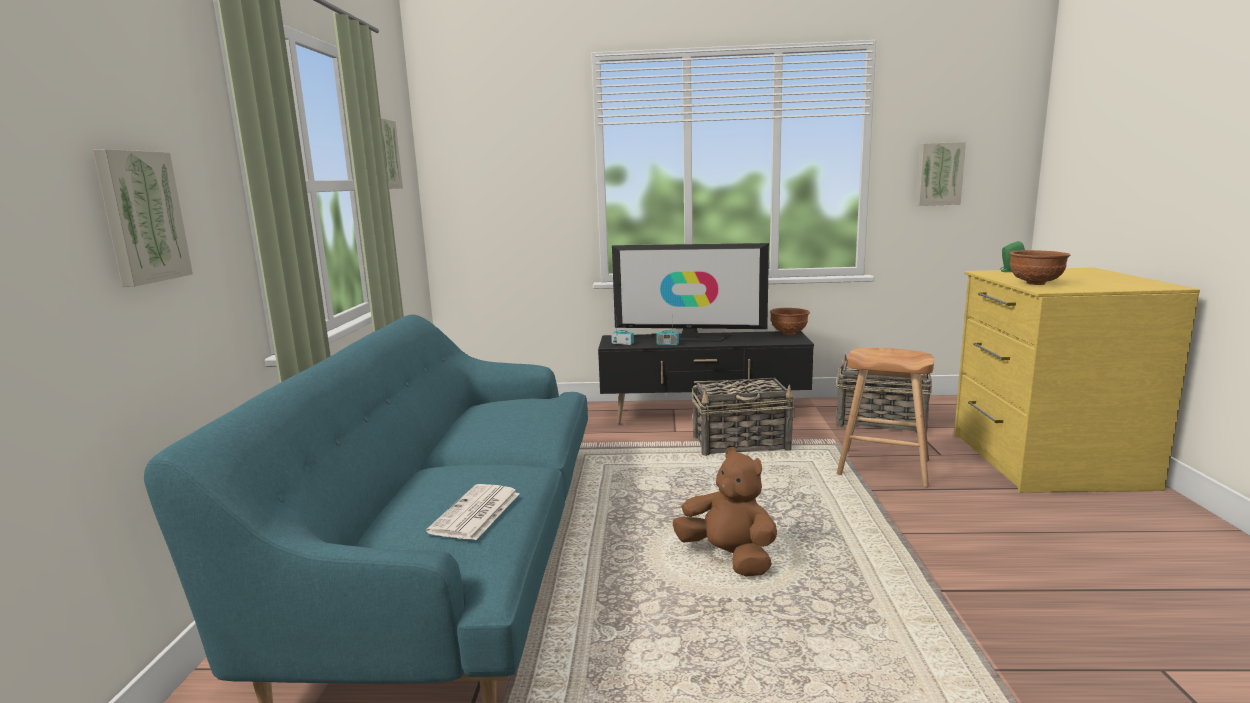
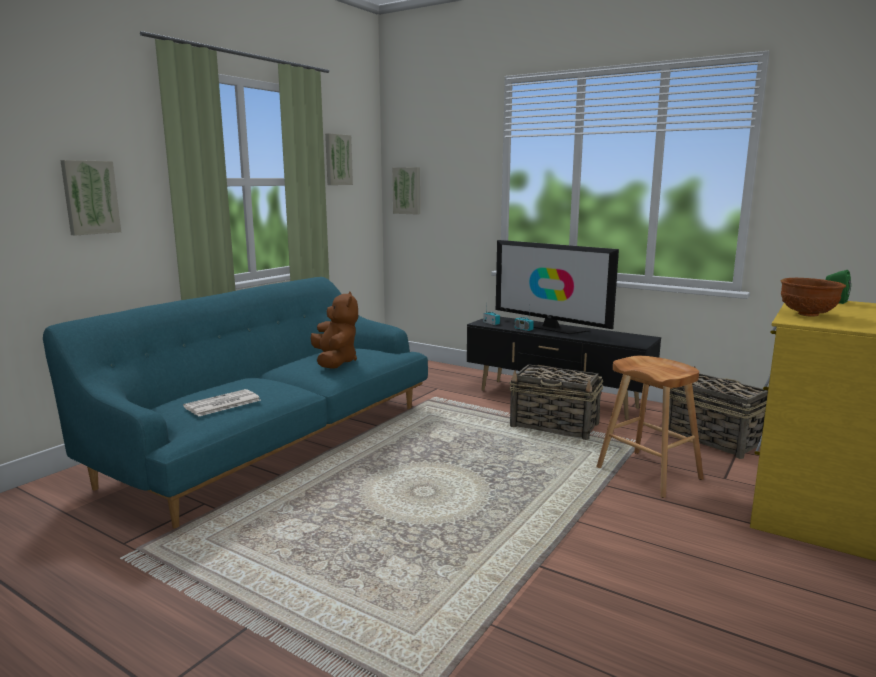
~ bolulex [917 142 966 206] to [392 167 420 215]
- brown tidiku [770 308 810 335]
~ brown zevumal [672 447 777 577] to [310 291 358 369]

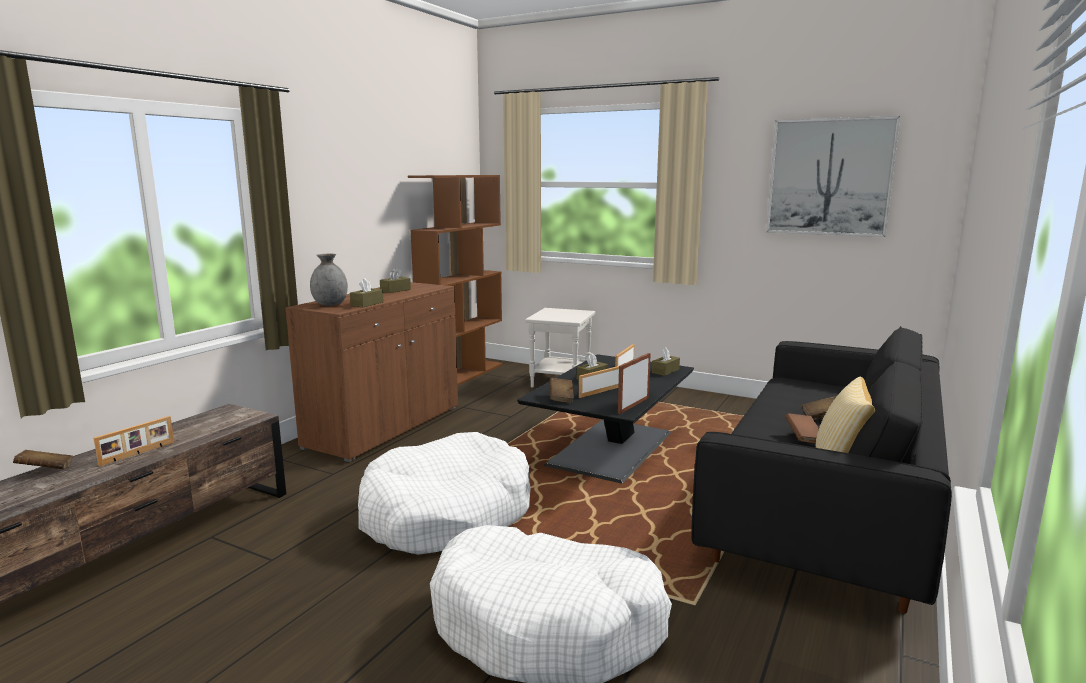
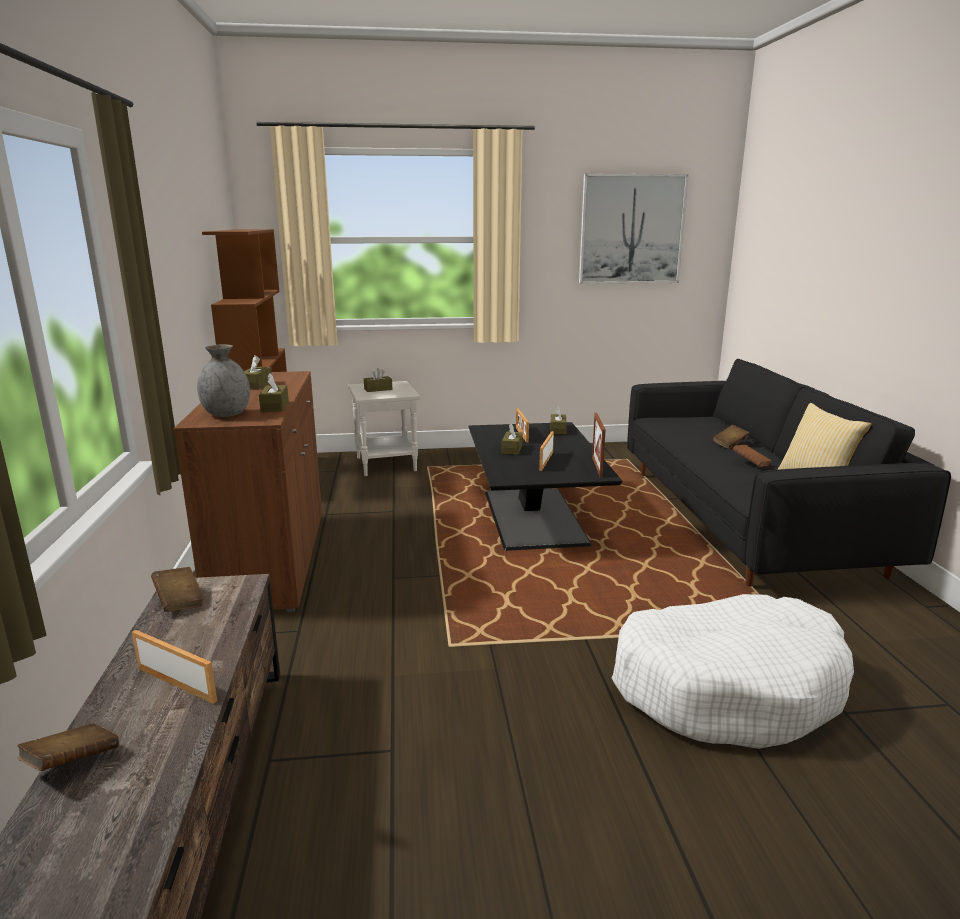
~ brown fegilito [550 378 574 403] to [151 567 204 612]
~ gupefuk [94 416 174 466] = [132 630 217 704] 60 degrees counterclockwise
- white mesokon [358 432 531 555]
+ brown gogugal [364 368 393 392]

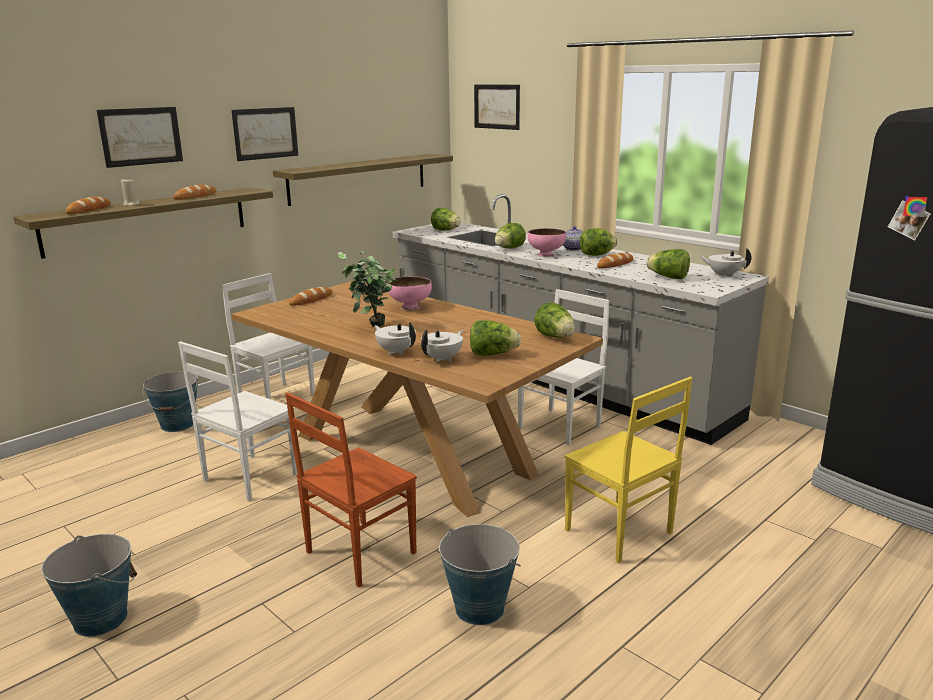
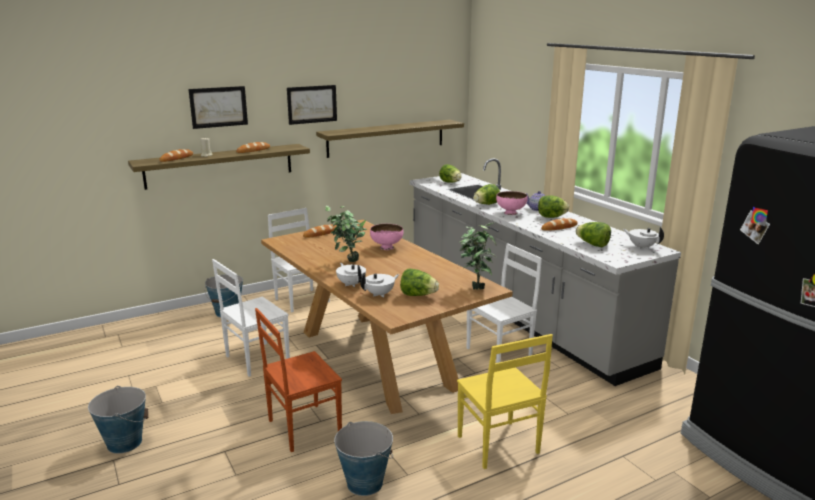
- bolulex [474 85 520 130]
~ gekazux [534 302 575 338] to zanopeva [459 222 497 290]

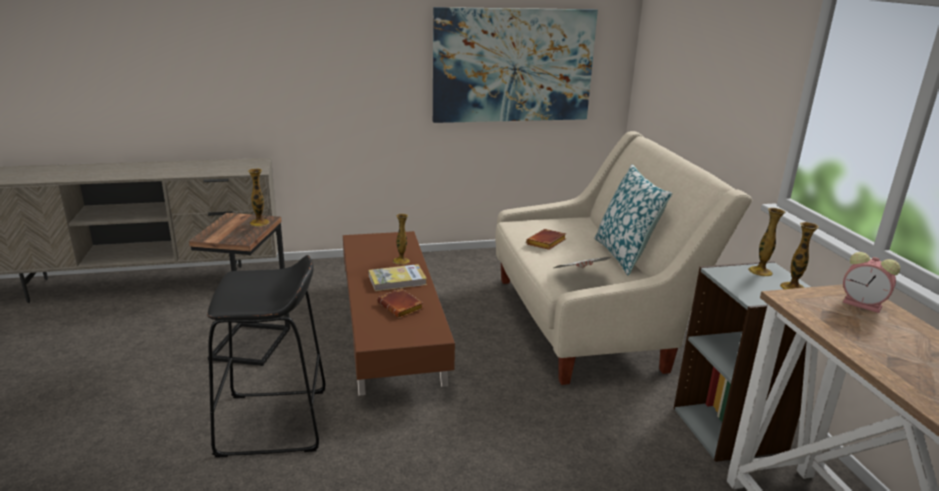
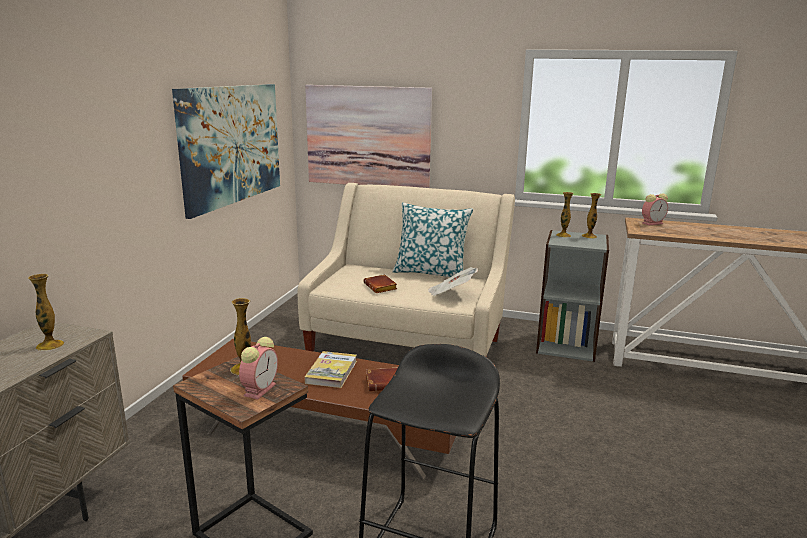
~ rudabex [393 214 410 265] to [28 274 64 351]
+ bolulex [305 85 432 188]
+ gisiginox [239 337 278 399]

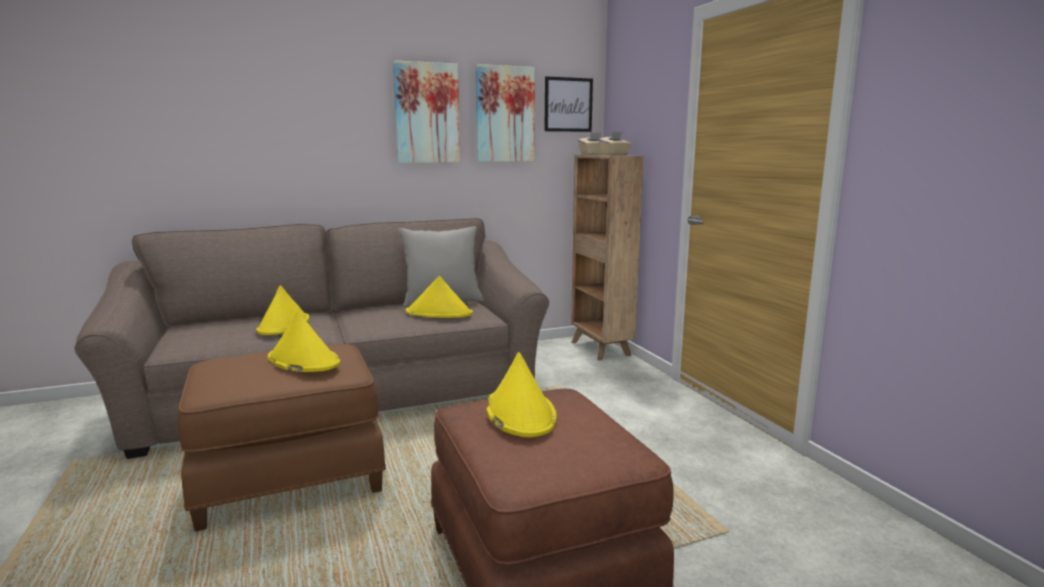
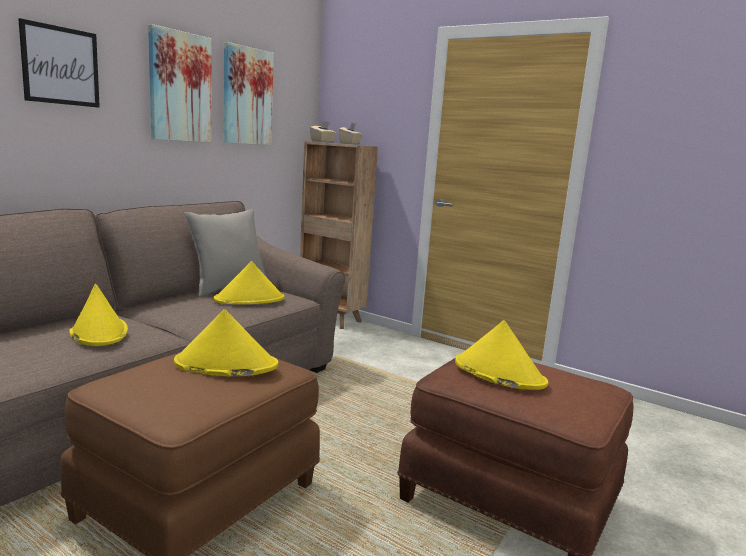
~ bolulex [544 76 593 132] to [18 18 100 108]

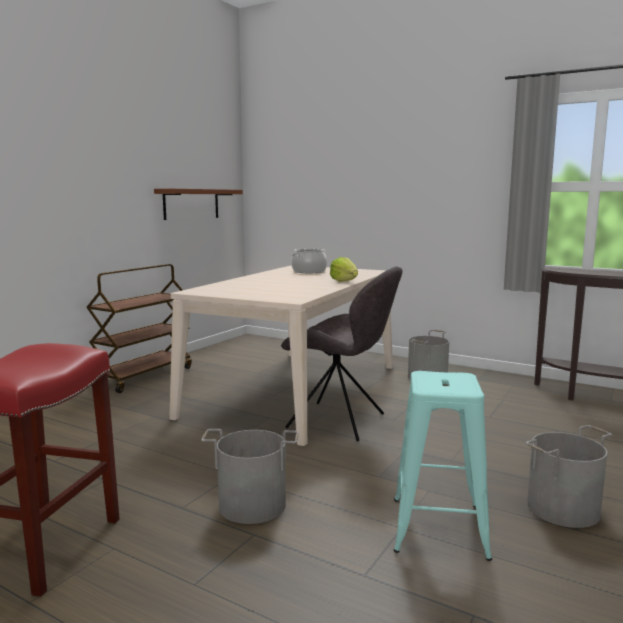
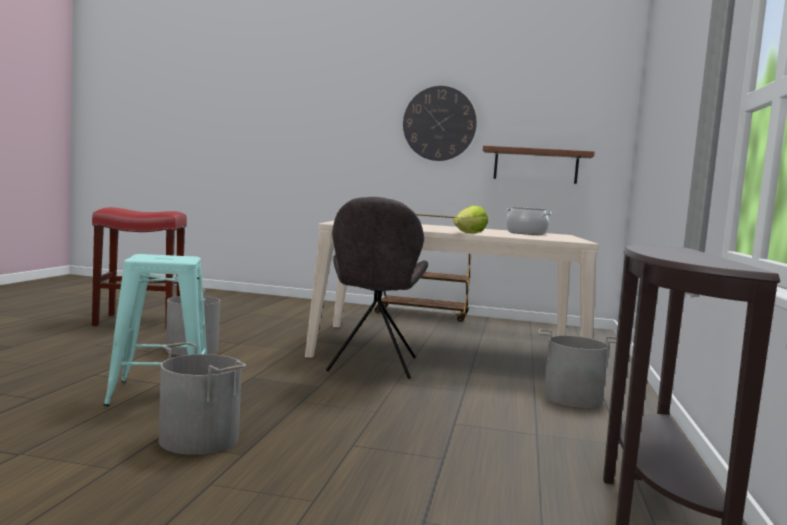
+ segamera [403 86 477 161]

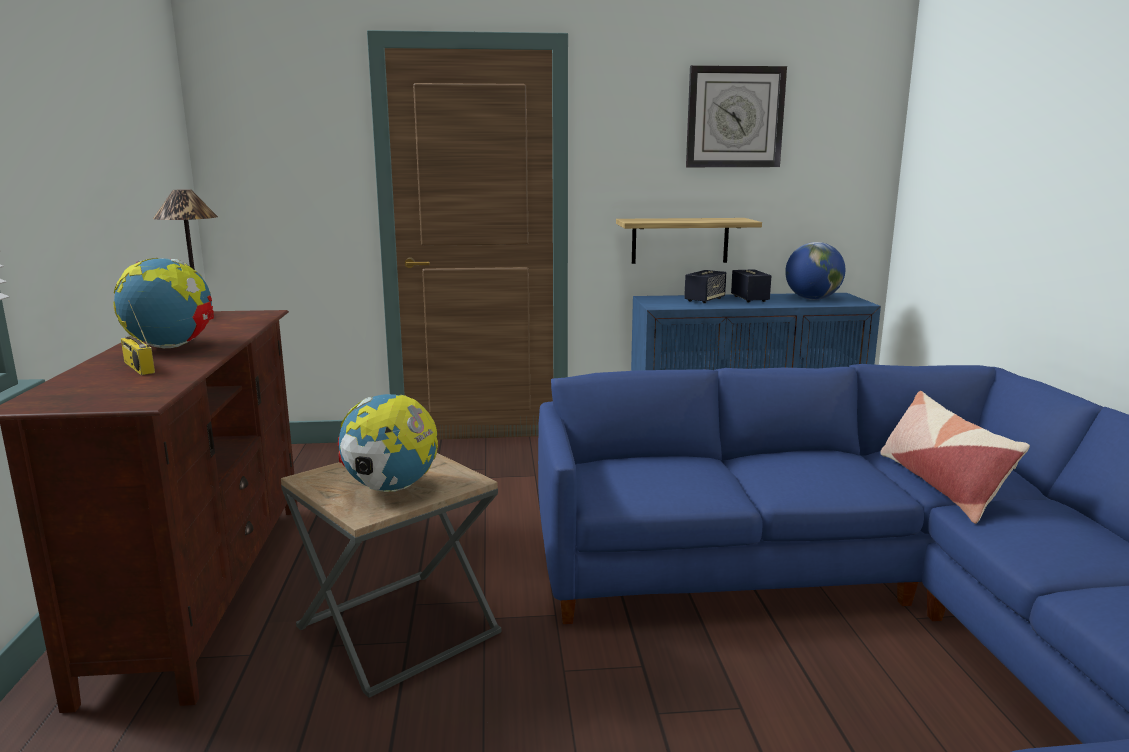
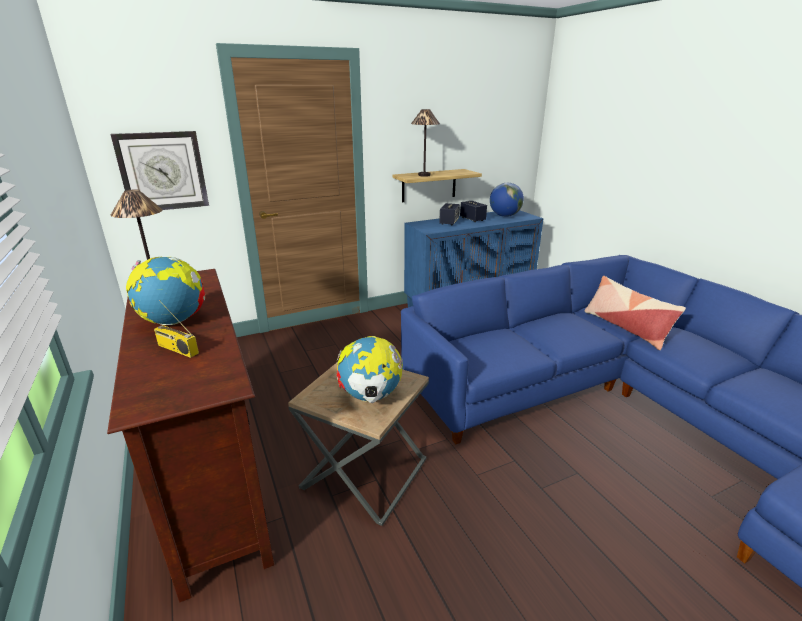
~ segamera [686 65 787 167] to [110 131 209 210]
+ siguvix [411 109 440 177]

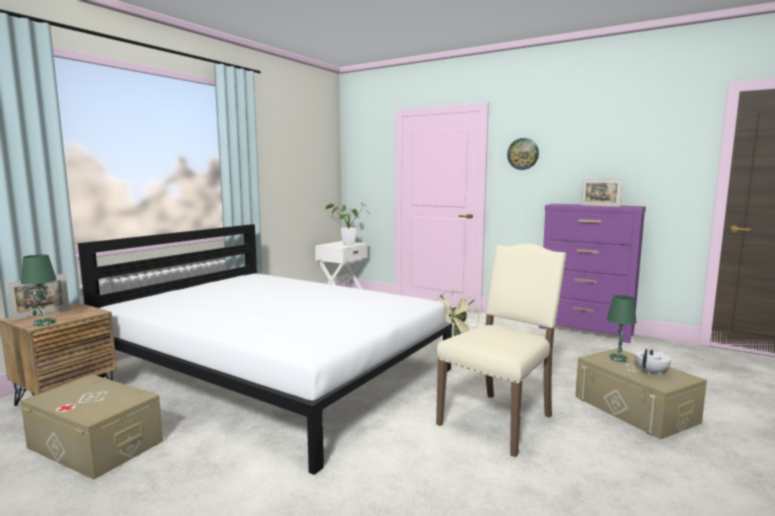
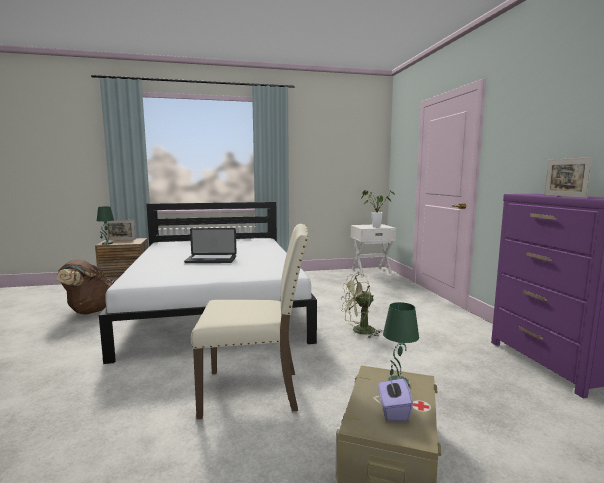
- segamera [507 138 539 170]
~ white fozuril [635 349 671 375] to purple gogugal [378 376 413 422]
~ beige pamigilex [21 375 163 480] to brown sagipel [57 259 113 315]
+ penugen [184 228 237 263]

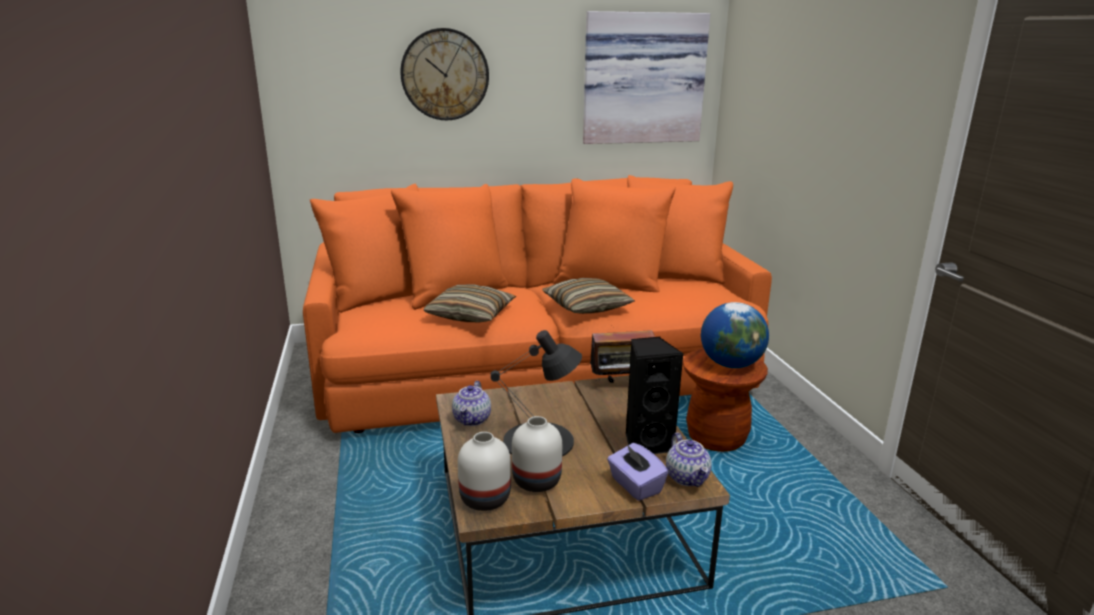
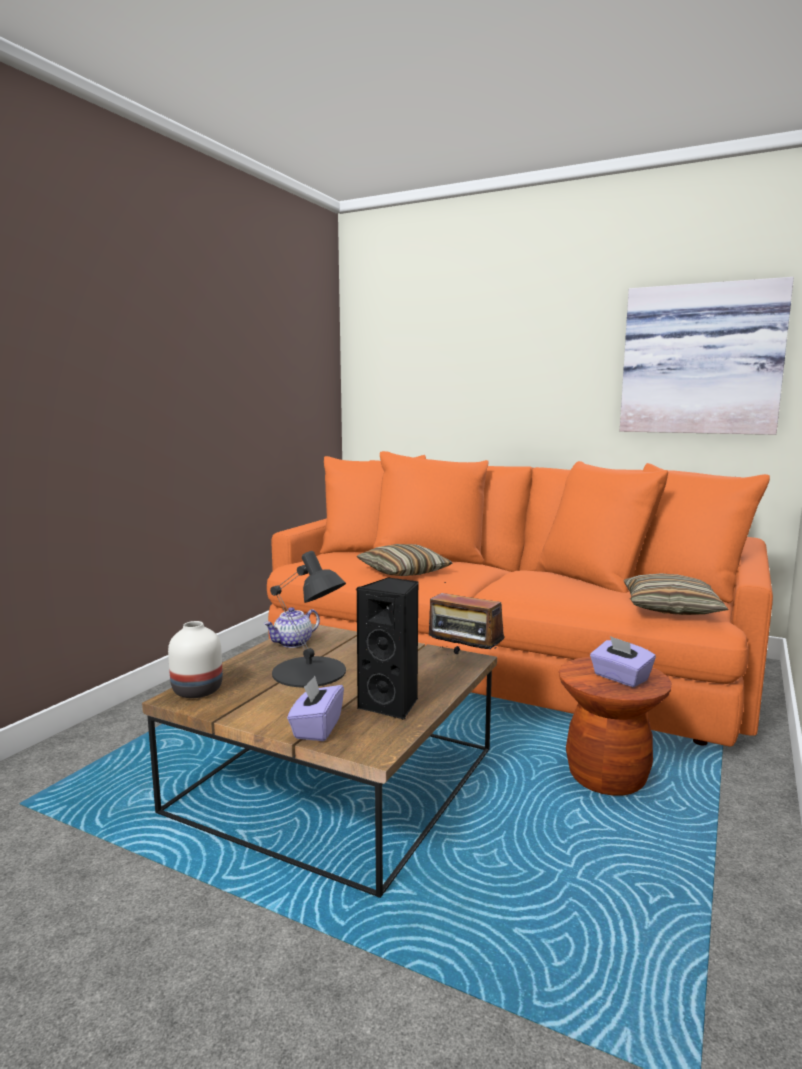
- segamera [400 28 489 120]
~ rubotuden [542 278 635 314] to [623 573 729 615]
~ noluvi [701 302 769 368] to purple gogugal [590 636 656 687]
- white rudabex [512 416 562 492]
- fozuril [666 432 712 487]

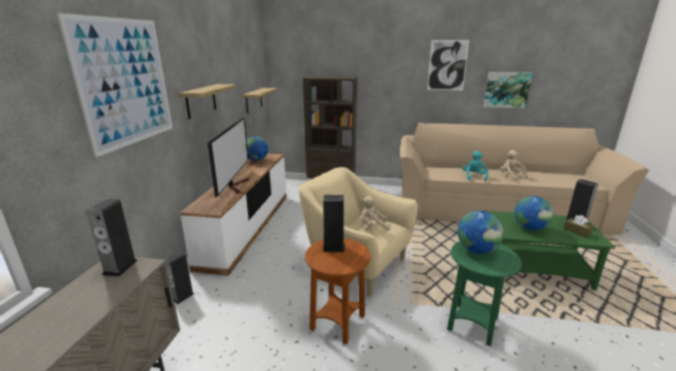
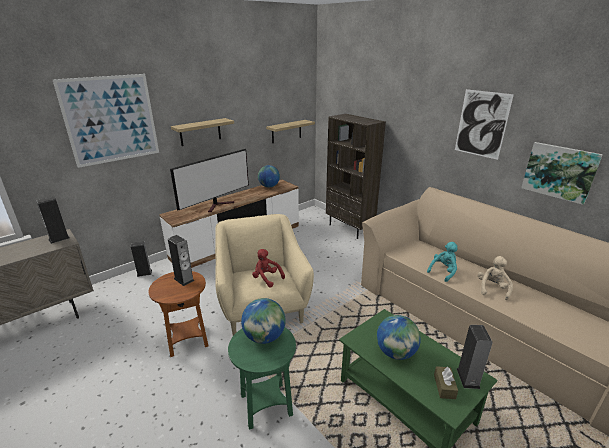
~ beige zevumal [360 196 391 231] to red zevumal [252 249 285 287]

